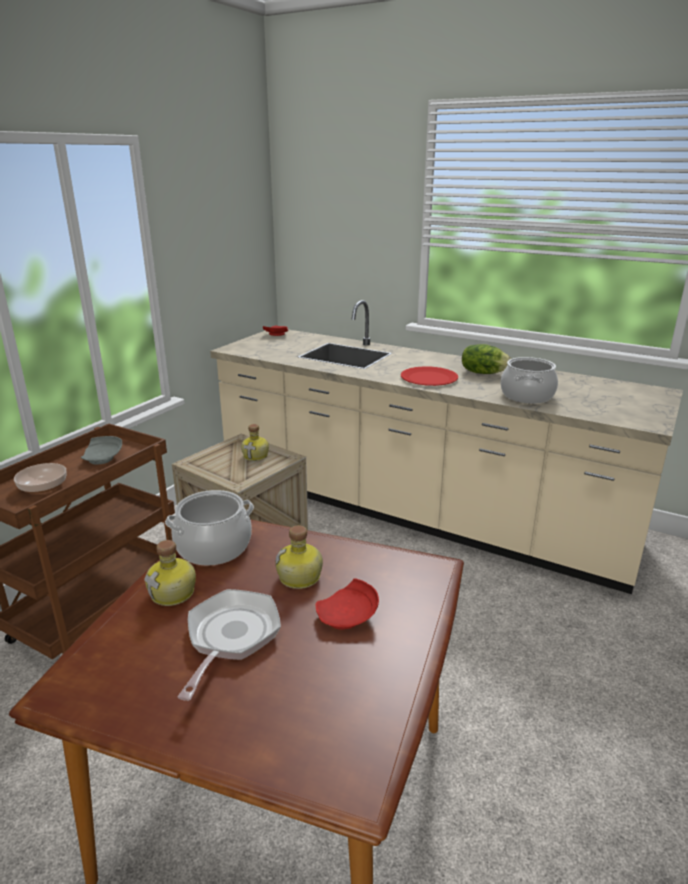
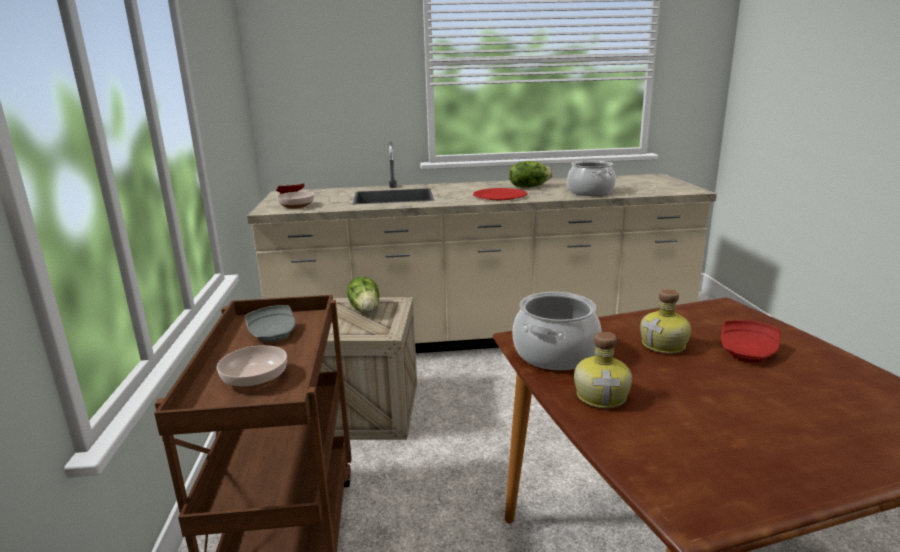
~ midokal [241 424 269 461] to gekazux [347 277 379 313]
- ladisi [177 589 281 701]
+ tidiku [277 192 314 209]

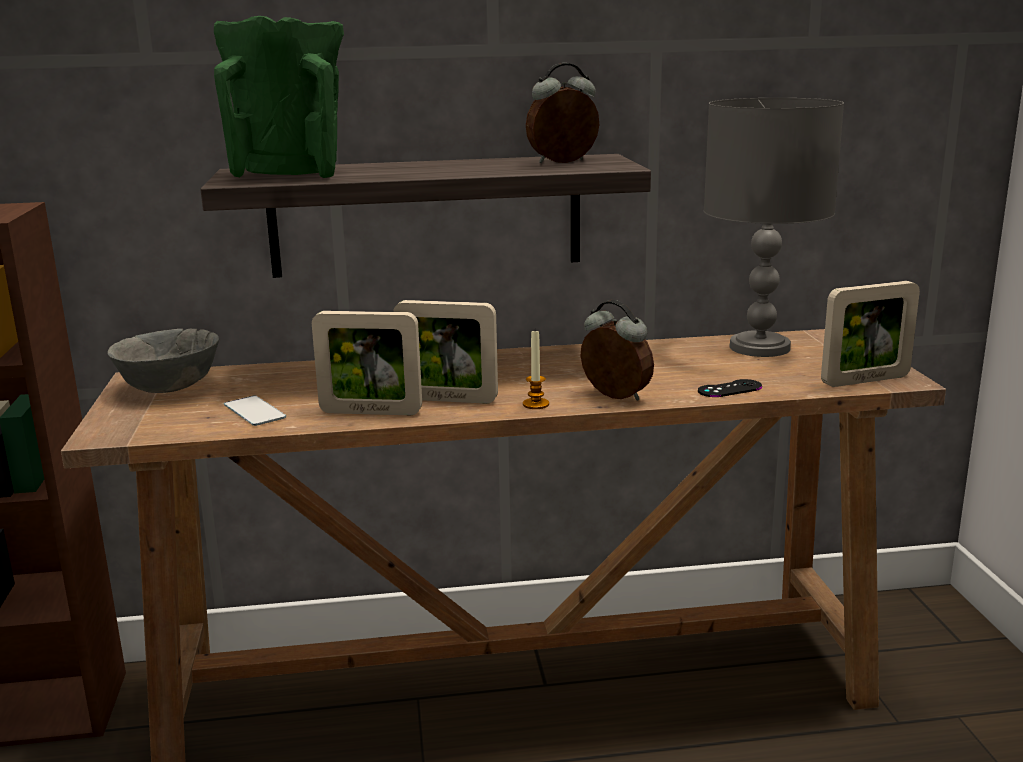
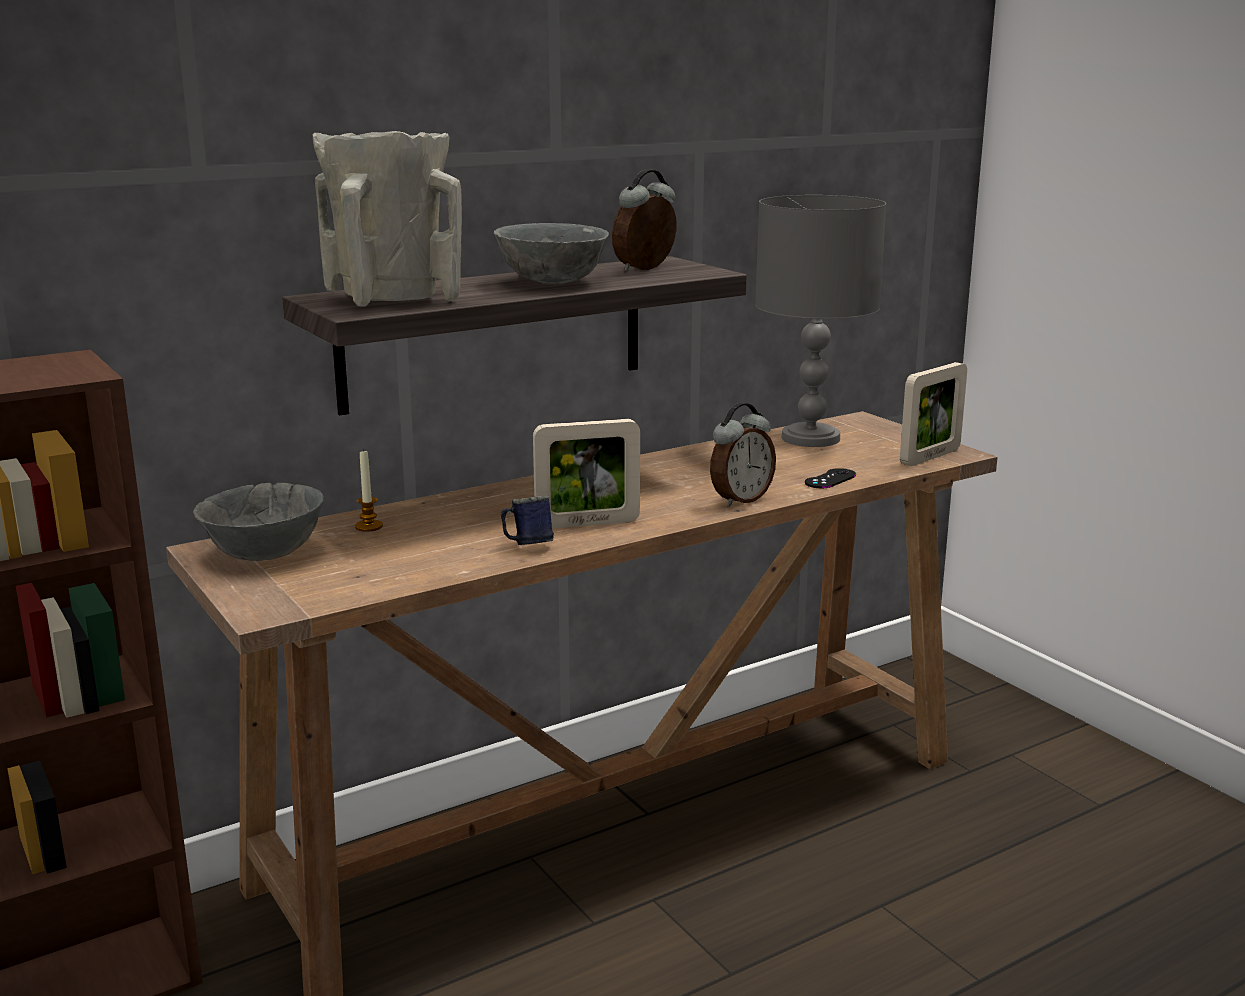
~ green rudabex [214 16 344 178] to beige rudabex [313 131 462 307]
~ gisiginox [581 300 654 401] = [710 403 776 507] 120 degrees clockwise
~ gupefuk [312 311 422 415] to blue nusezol [501 496 554 545]
~ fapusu [523 331 549 409] to [355 449 383 532]
- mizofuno [224 395 286 426]
+ grey tidiku [494 223 609 284]

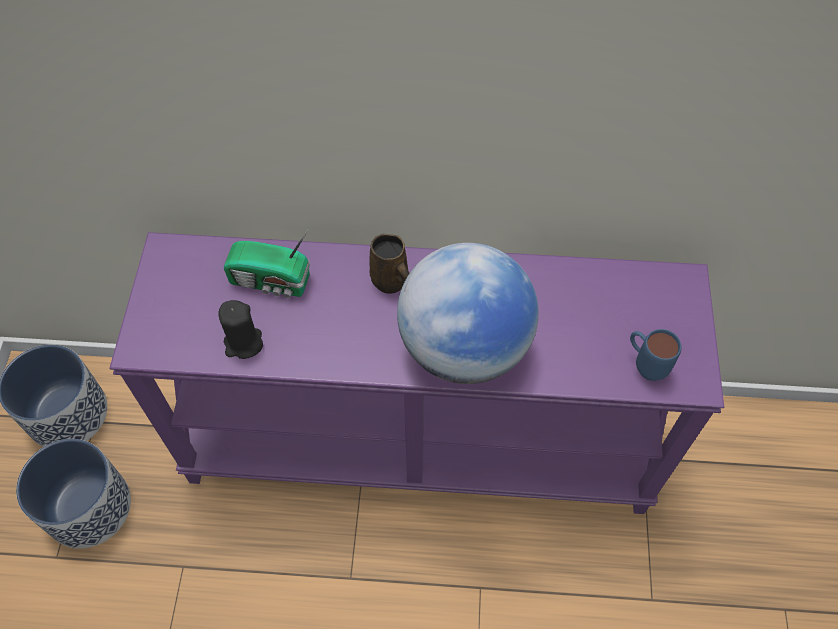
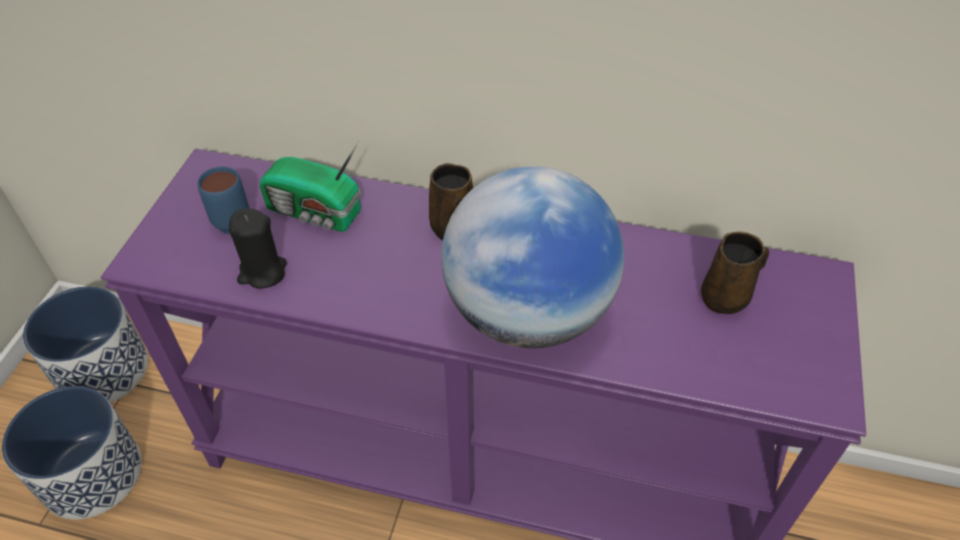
~ blue nusezol [630 329 682 381] to [198 166 250 234]
+ brown nusezol [701 231 769 314]

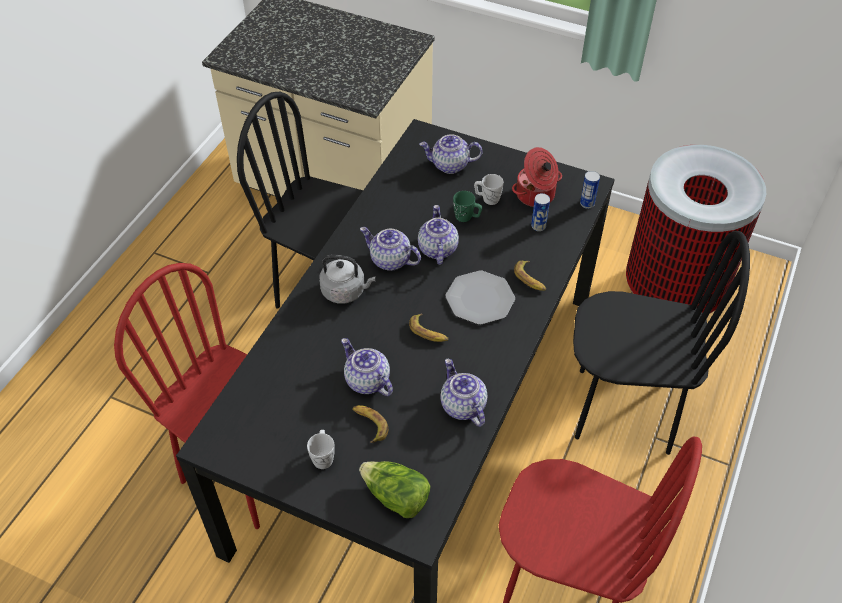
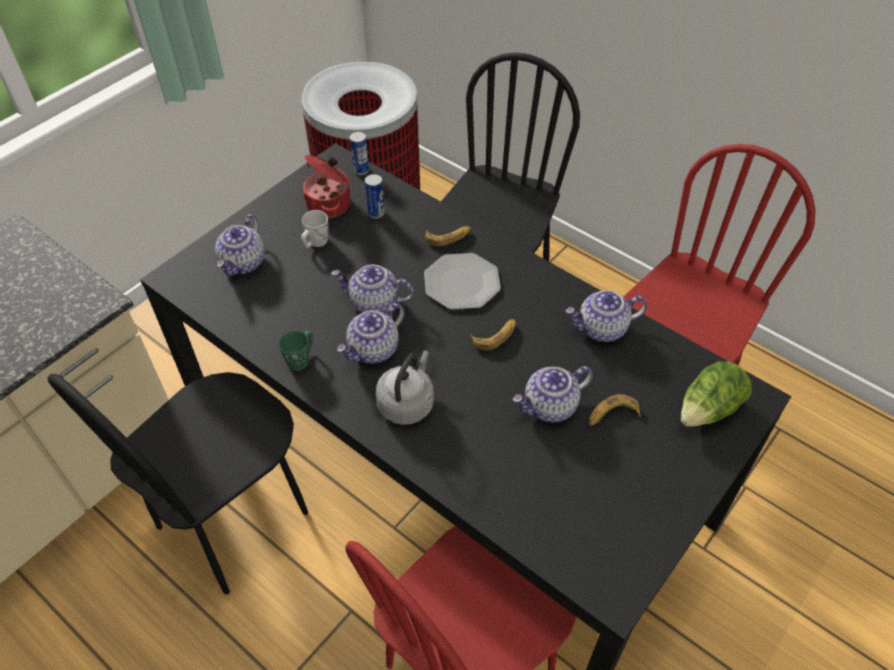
~ green nusezol [453 191 482 222] to [279 330 313 371]
- white nusezol [307 430 335 469]

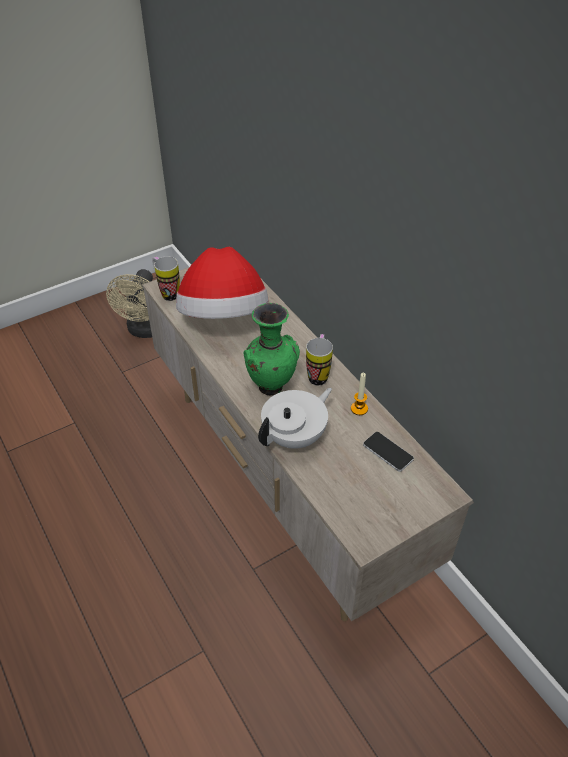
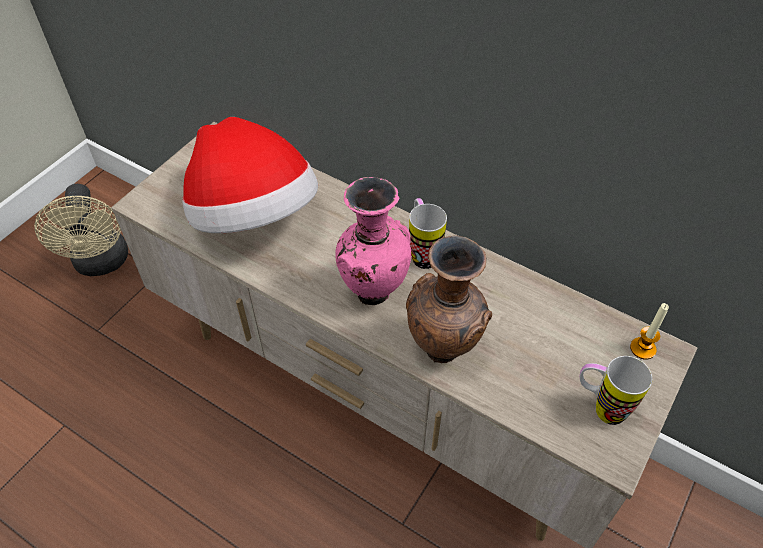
~ nusezol [152 256 180 301] to [580 356 652 425]
~ green rudabex [243 303 300 395] to pink rudabex [335 177 411 305]
~ fapusu [351 373 368 415] to [630 303 669 360]
~ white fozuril [258 388 332 449] to brown rudabex [406 235 492 363]
- mizofuno [363 432 414 472]

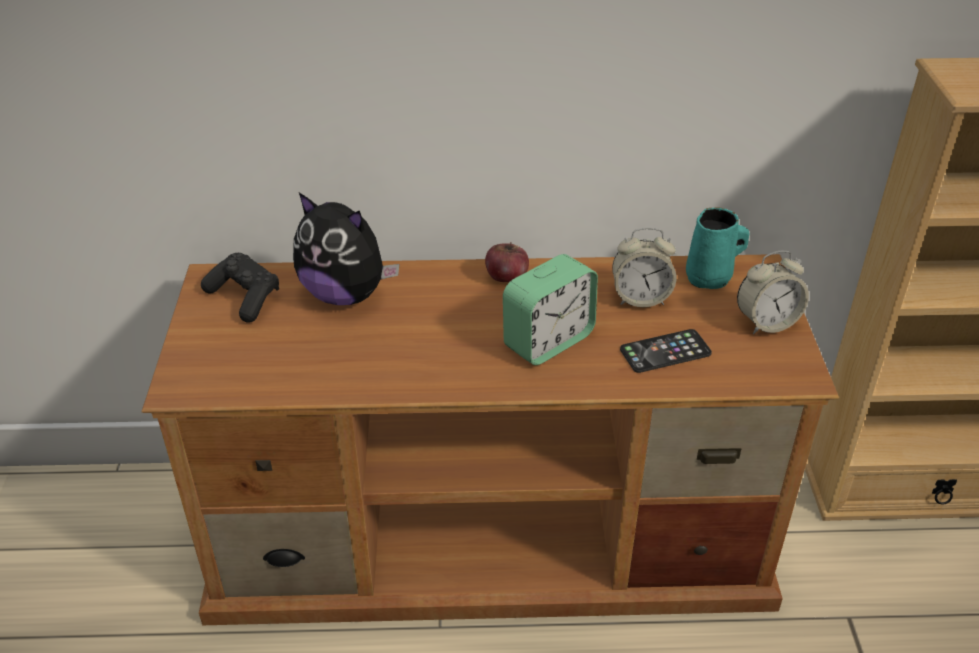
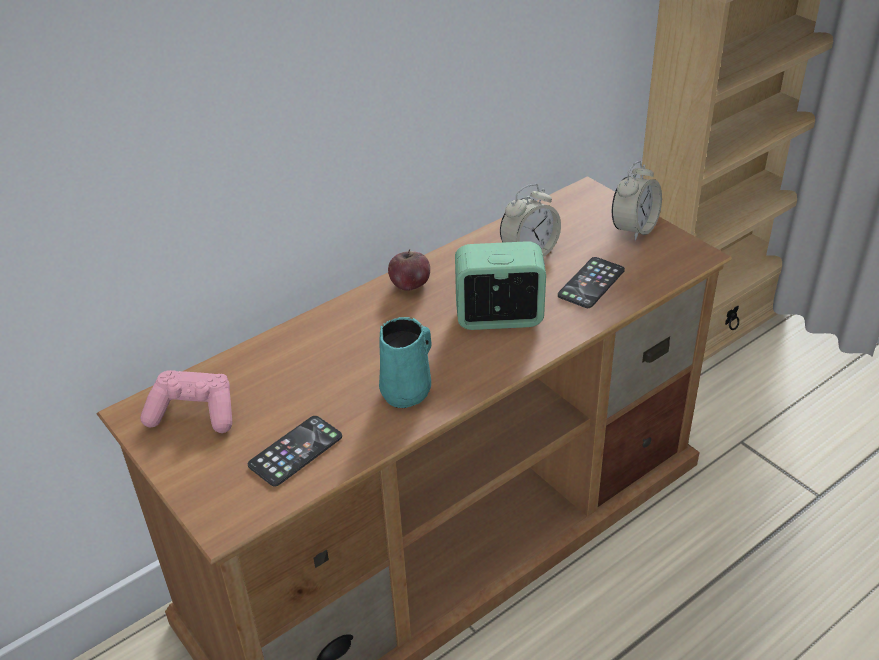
- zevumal [293 193 399 305]
~ turquoise nusezol [686 207 749 289] to [379 317 432 408]
~ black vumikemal [201 253 279 323] to pink vumikemal [140 370 232 433]
~ gisiginox [503 254 598 365] = [455 241 546 330] 105 degrees counterclockwise
+ mizofuno [248 416 342 486]

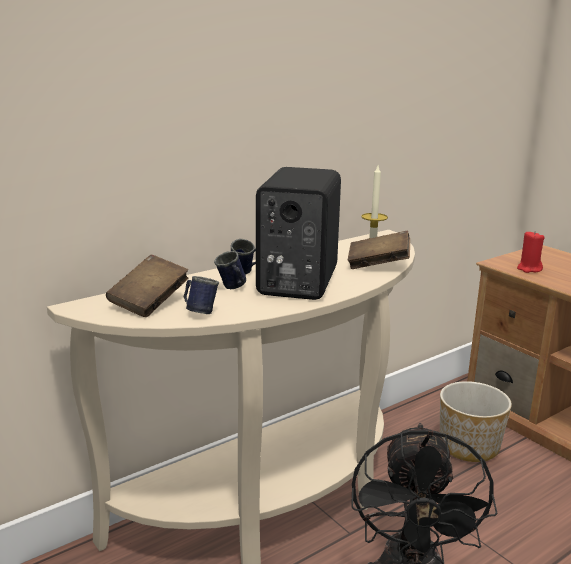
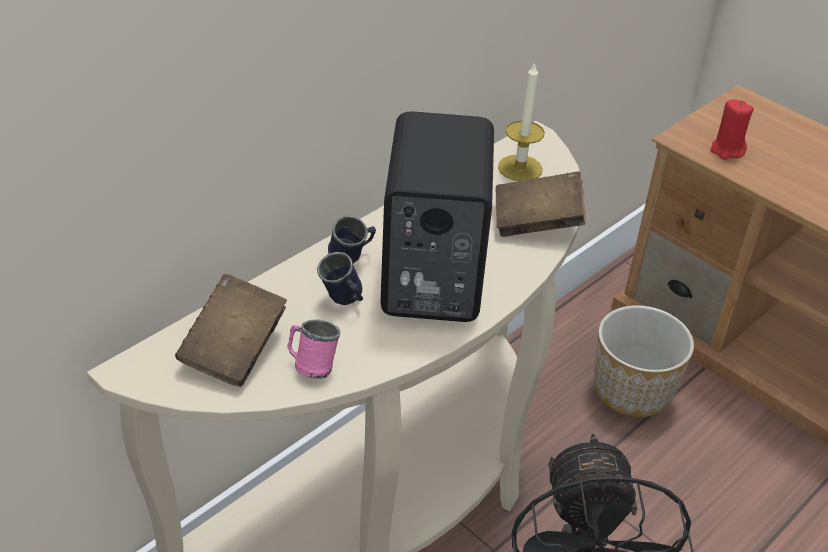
~ blue nusezol [184 276 219 314] to pink nusezol [287 319 340 379]

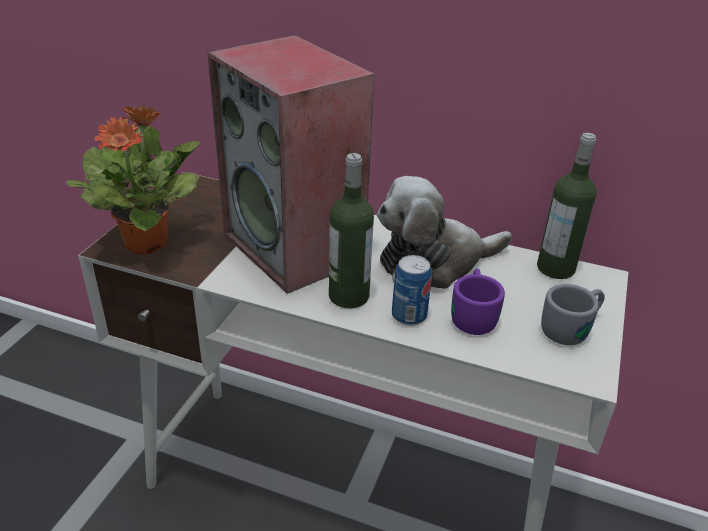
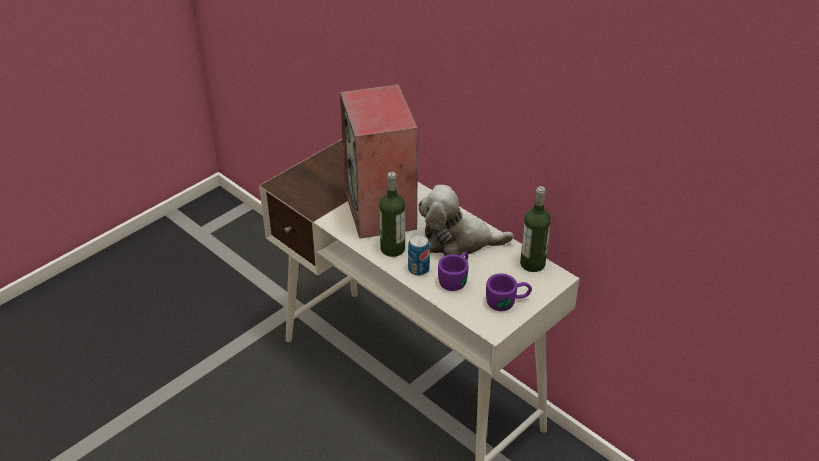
- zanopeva [66 105 200 255]
~ grey nusezol [541 284 605 345] to purple nusezol [486 274 532 311]

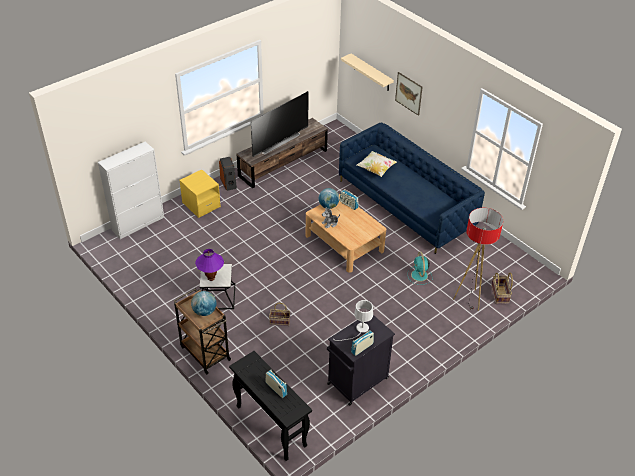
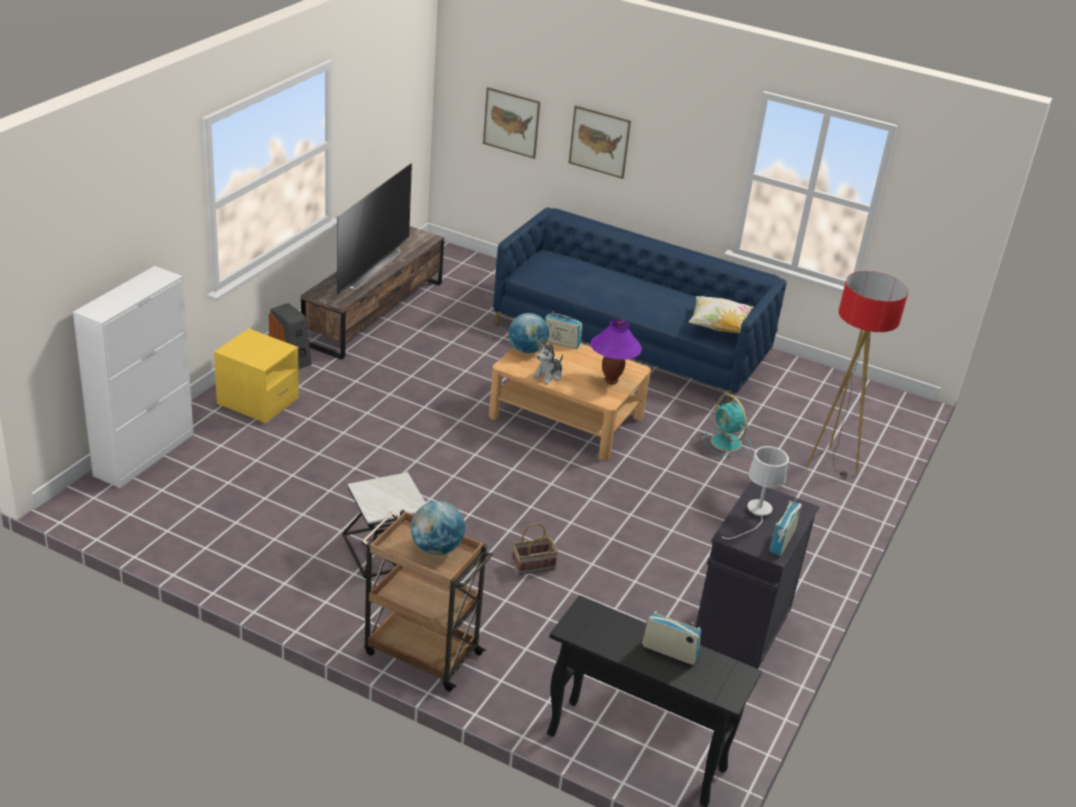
~ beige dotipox [341 54 394 91] to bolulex [483 87 540 159]
~ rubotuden [357 151 397 177] to [688 296 753 333]
~ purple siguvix [195 249 224 281] to [590 319 642 384]
- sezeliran [491 273 513 304]

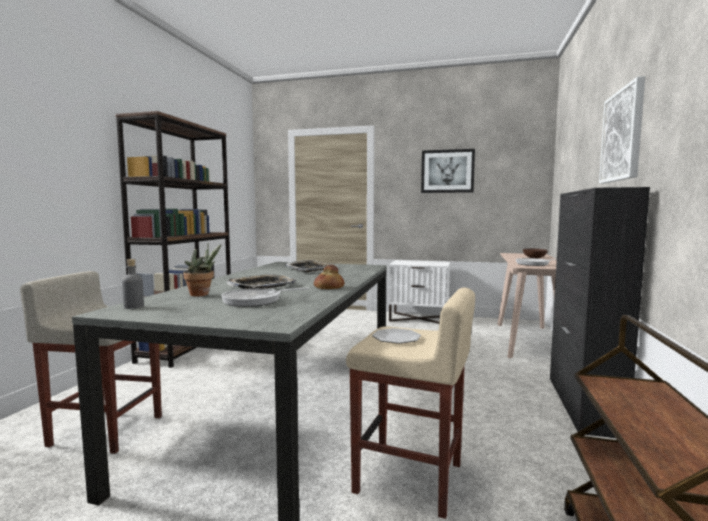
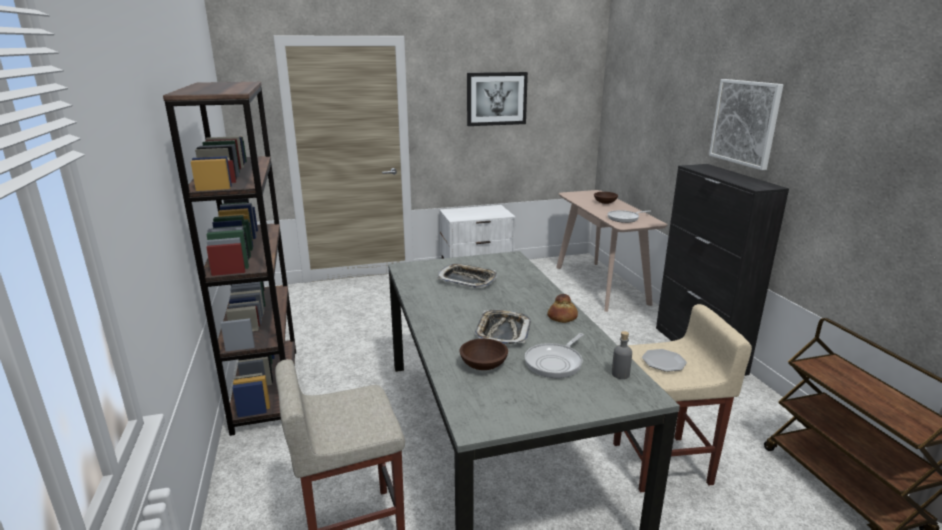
~ zanopeva [183 243 222 296] to brown tidiku [460 339 508 370]
~ grey midokal [122 259 144 309] to [612 331 632 379]

